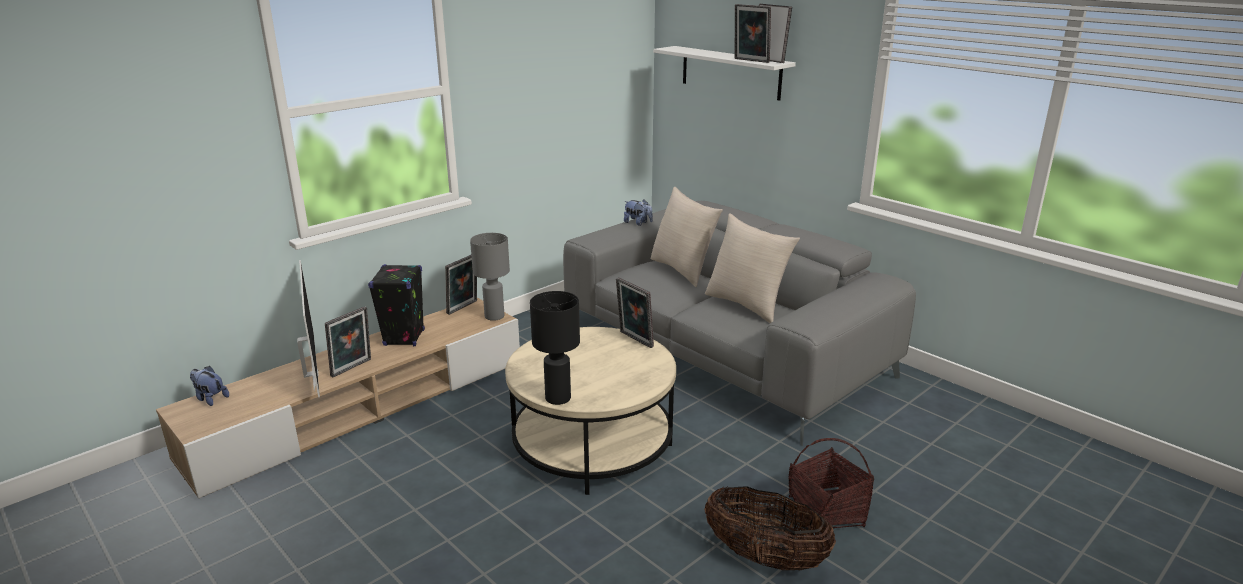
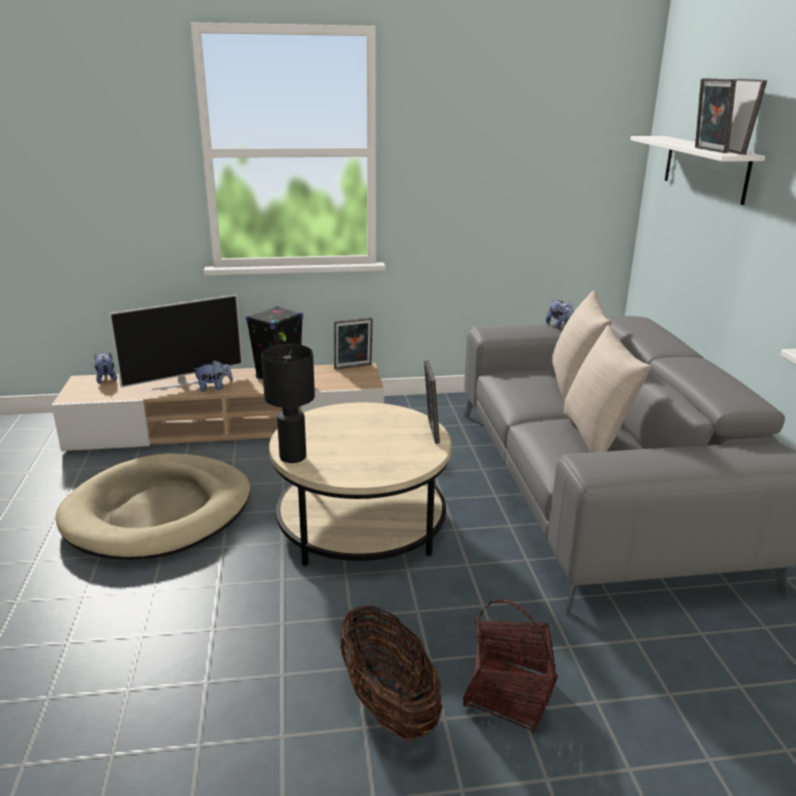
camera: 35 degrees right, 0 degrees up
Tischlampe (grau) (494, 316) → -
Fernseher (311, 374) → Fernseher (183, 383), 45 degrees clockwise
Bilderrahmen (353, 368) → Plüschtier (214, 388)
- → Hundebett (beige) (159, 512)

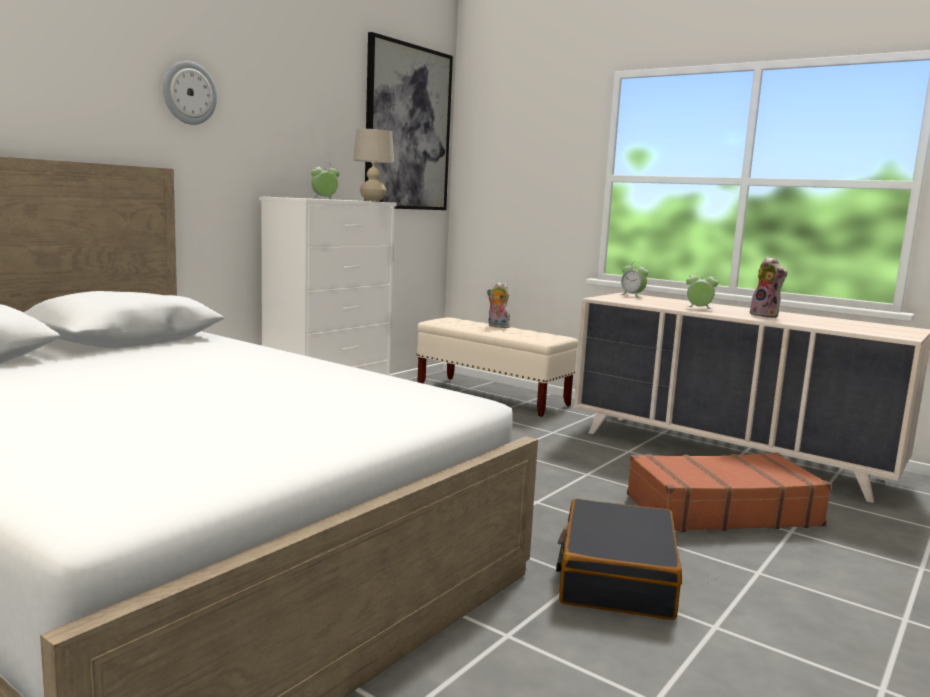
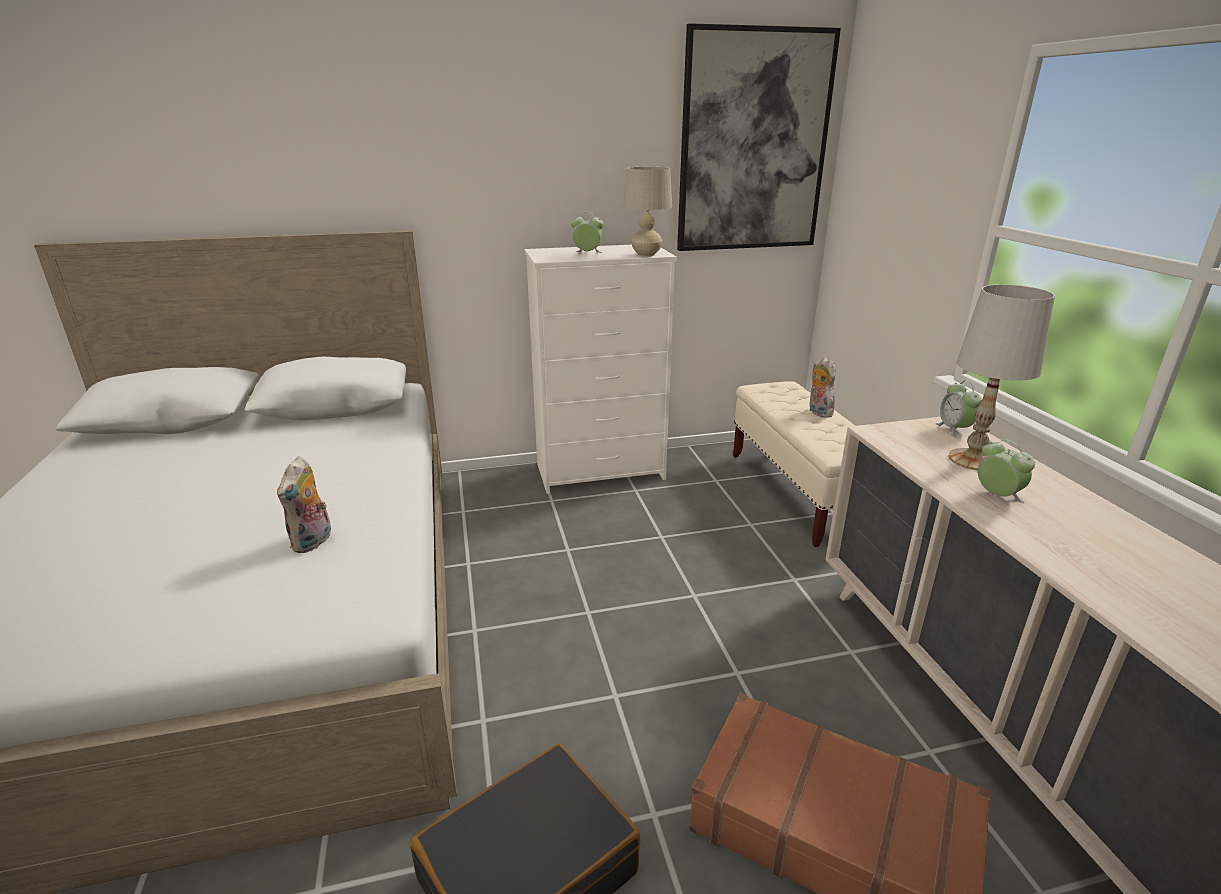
camera: 40 degrees right, 15 degrees up
Wanduhr (189, 93) → -
Plüschtier (766, 315) → Plüschtier (313, 542), moved
- → Tischlampe (weiß) (973, 459)

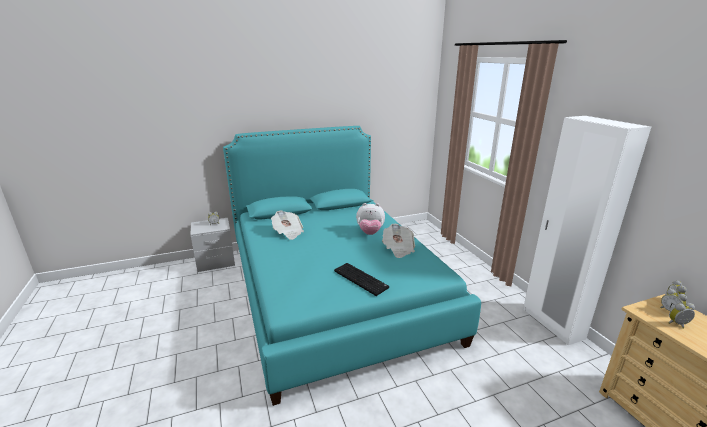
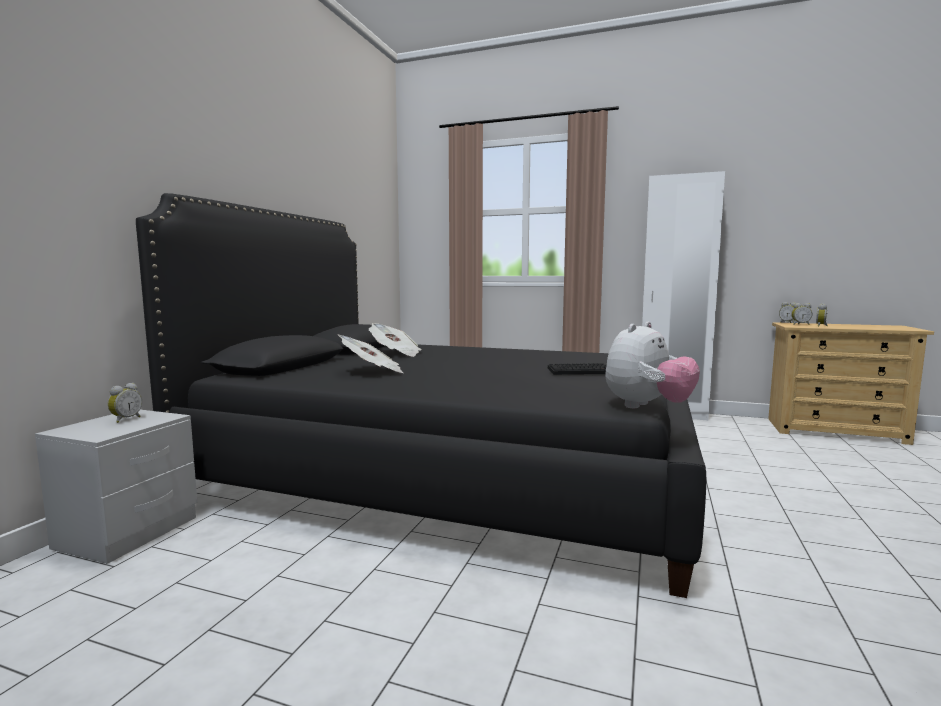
camera: 50 degrees left, 15 degrees down
Bett (türkis) (333, 290) → Bett (schwarz) (452, 471)
Plüschtier (370, 233) → Plüschtier (647, 407), moved
Zeitung (398, 249) → Zeitung (396, 354), moved

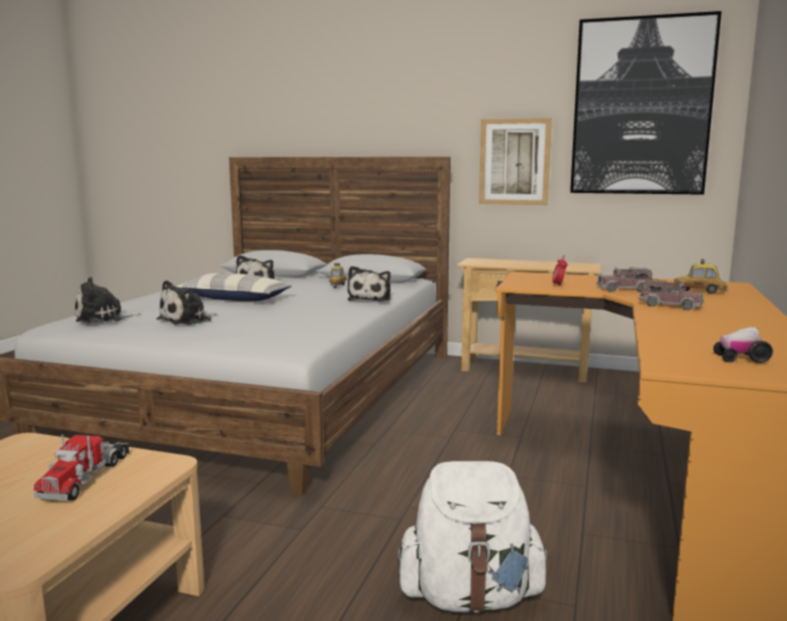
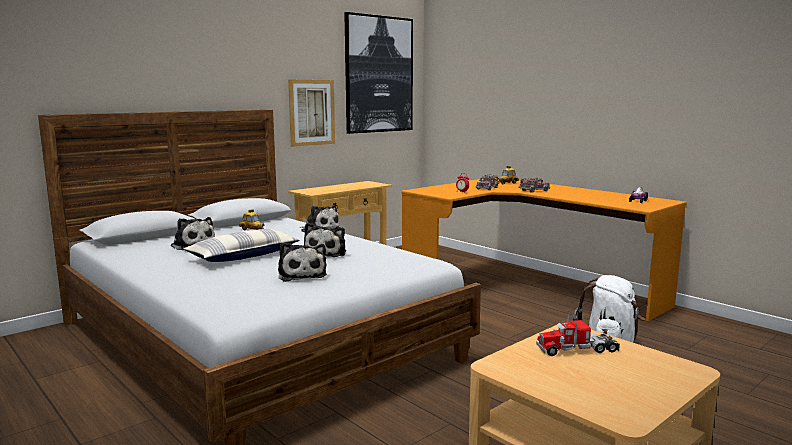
camera: 60 degrees left, 0 degrees up
Plüschtier (103, 318) → Plüschtier (326, 253), moved
Spielzeuglaster (86, 477) → Spielzeuglaster (577, 349), 135 degrees clockwise

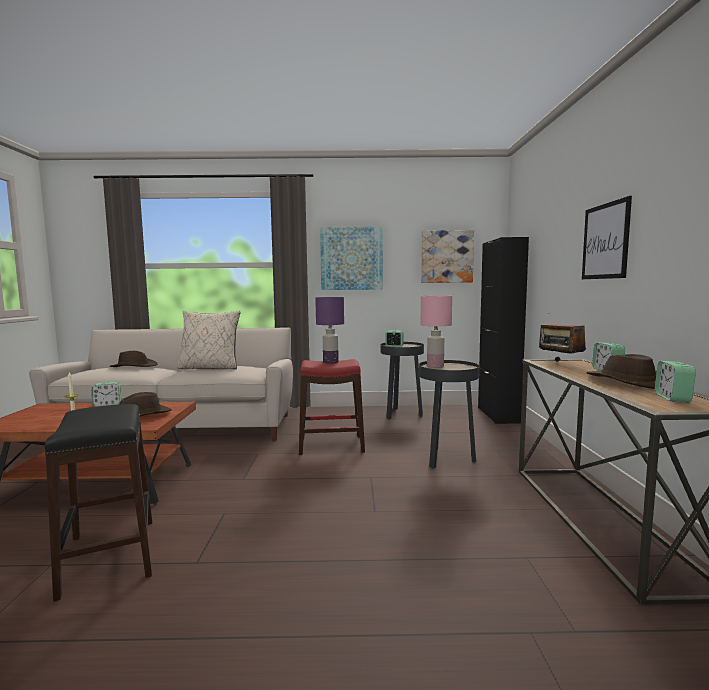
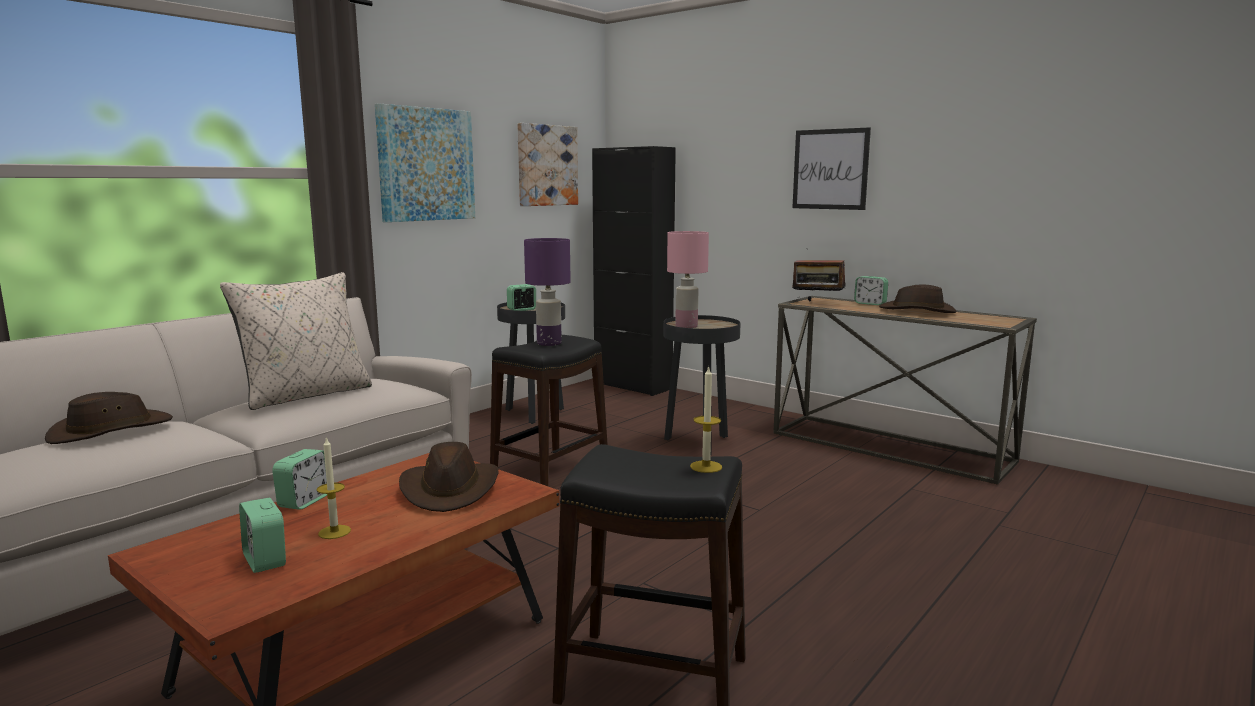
camera: 50 degrees left, 5 degrees up
Hocker (rot) (331, 445) → Hocker (schwarz) (549, 473)
Wecker (672, 398) → Wecker (265, 560), moved
- → Kerze (706, 467)

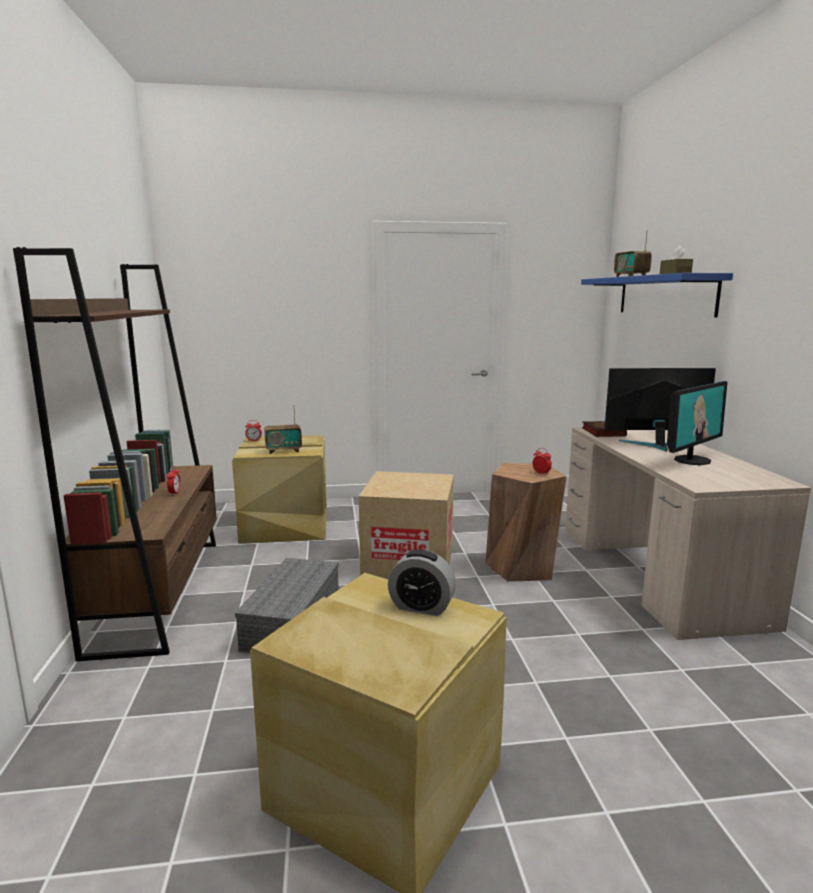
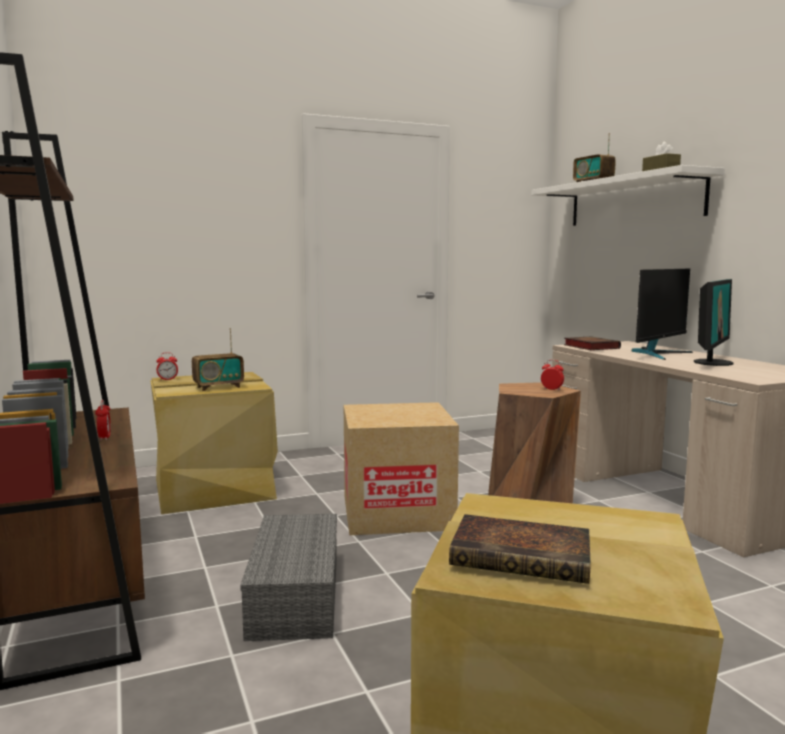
camera: 15 degrees left, 5 degrees down
Wandregal (blau) (664, 295) → Wandregal (weiß) (633, 201)
Monitor (655, 445) → Monitor (658, 354), 150 degrees clockwise
Wecker (421, 607) → -
- → Buch (525, 557)

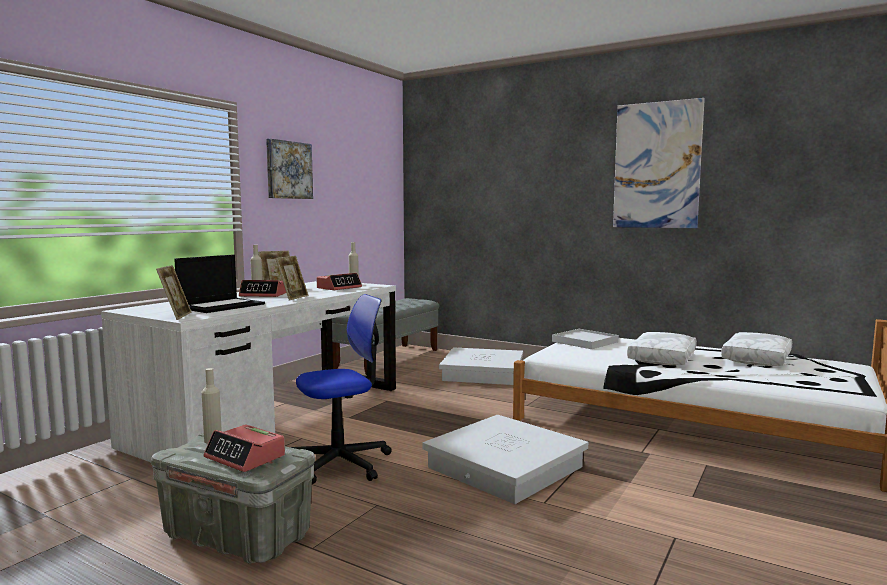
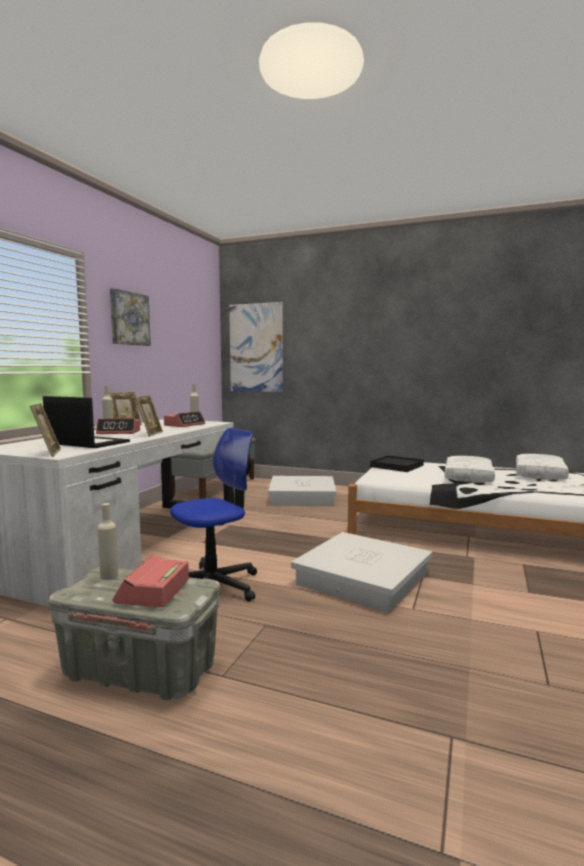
camera: 10 degrees left, 0 degrees up
Bild (656, 165) → Bild (256, 348), moved
Laptop (222, 306) → Laptop (87, 443), 90 degrees counterclockwise
Tablett (weiß) (585, 342) → Tablett (schwarz) (397, 466)
Wecker (245, 457) → Wecker (153, 591), 75 degrees clockwise

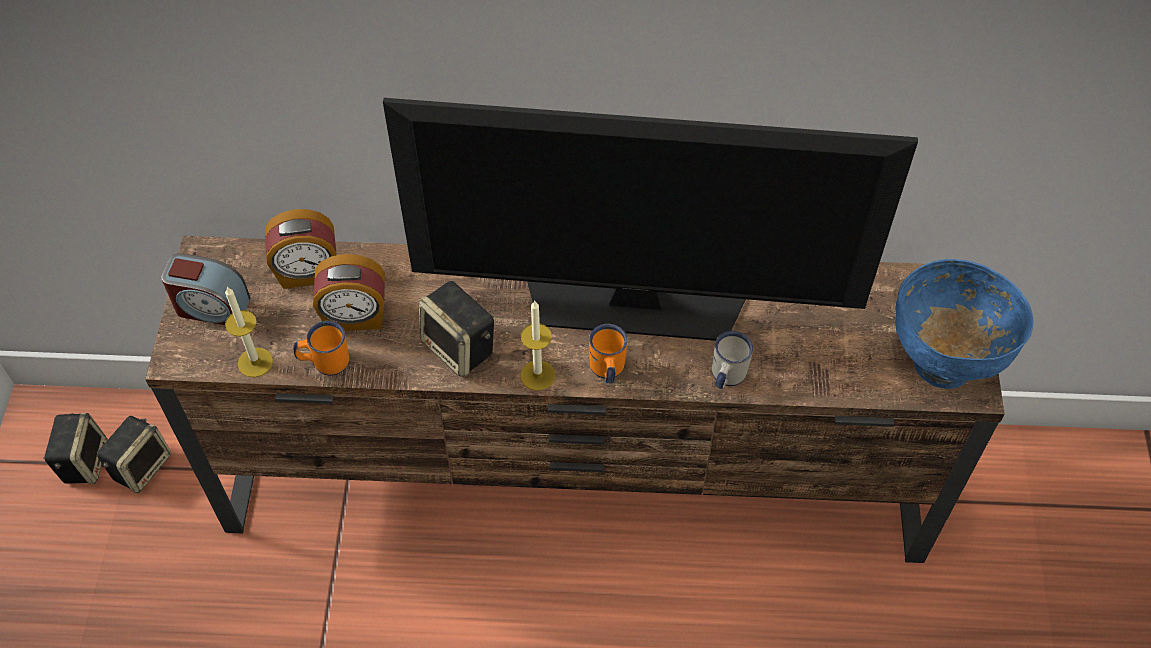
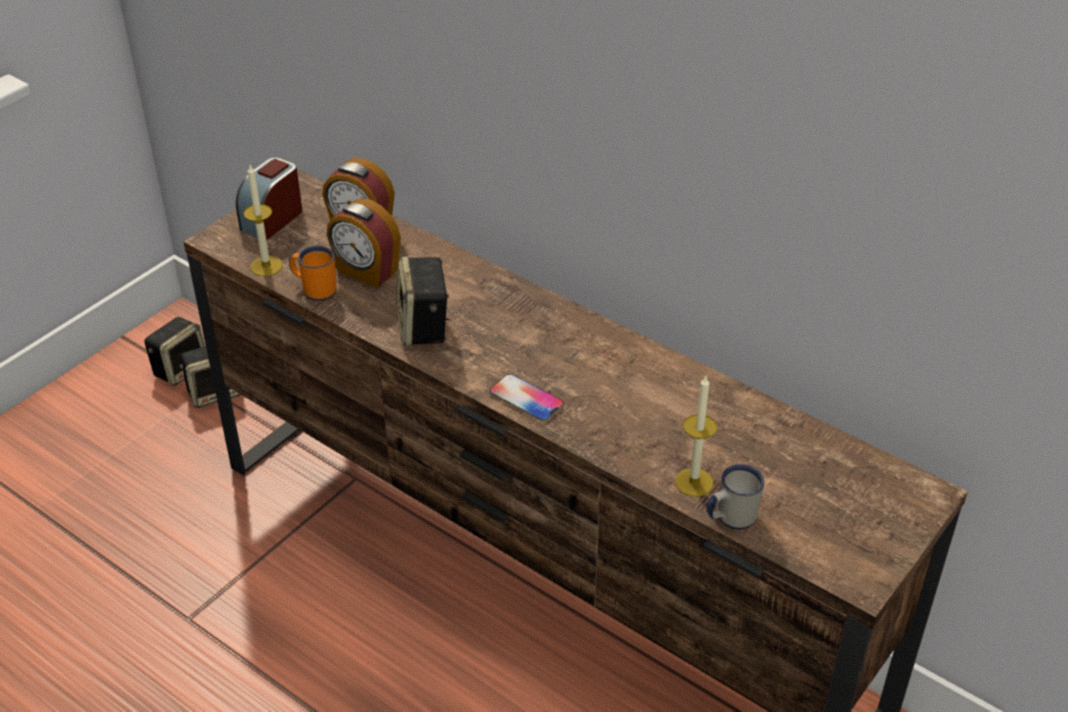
camera: 35 degrees right, 15 degrees down
Fernseher (635, 300) → -
Wecker (212, 307) → Wecker (272, 219), 75 degrees clockwise
Schüssel (blau) (943, 361) → -
Kerze (537, 375) → Kerze (694, 482), moved
Henkelbecher (orange) (607, 371) → Handy (526, 399)
Henkelbecher (weiß) (725, 377) → Henkelbecher (weiß) (730, 518), moved

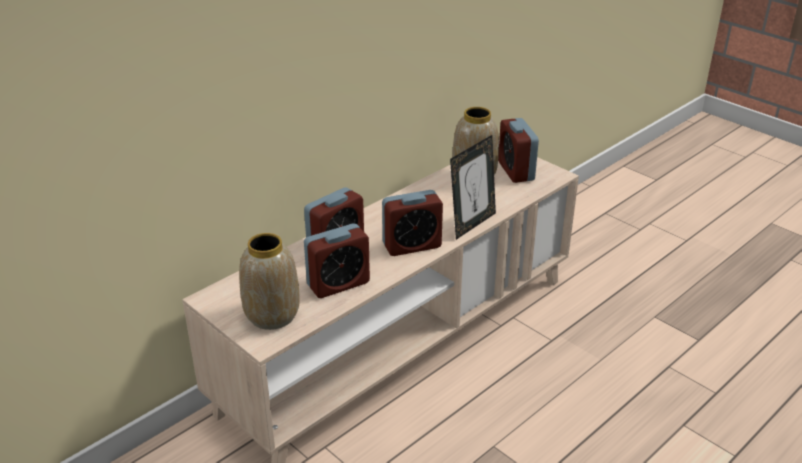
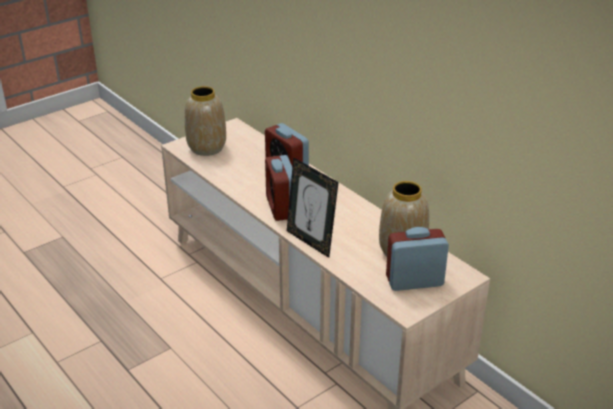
camera: 95 degrees right, 0 degrees up
Wecker (338, 284) → -

